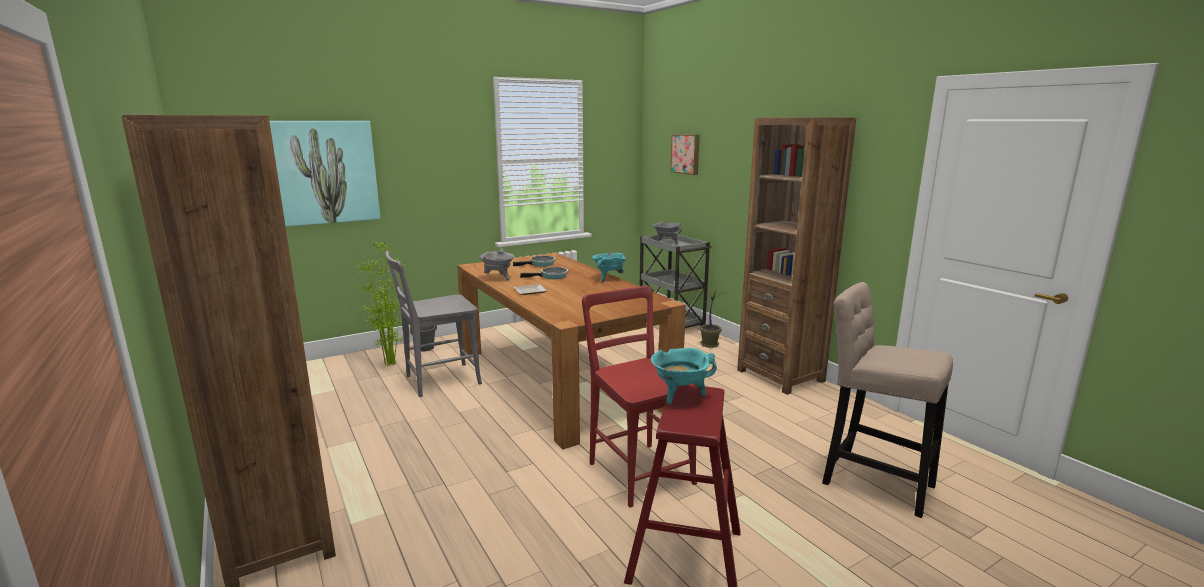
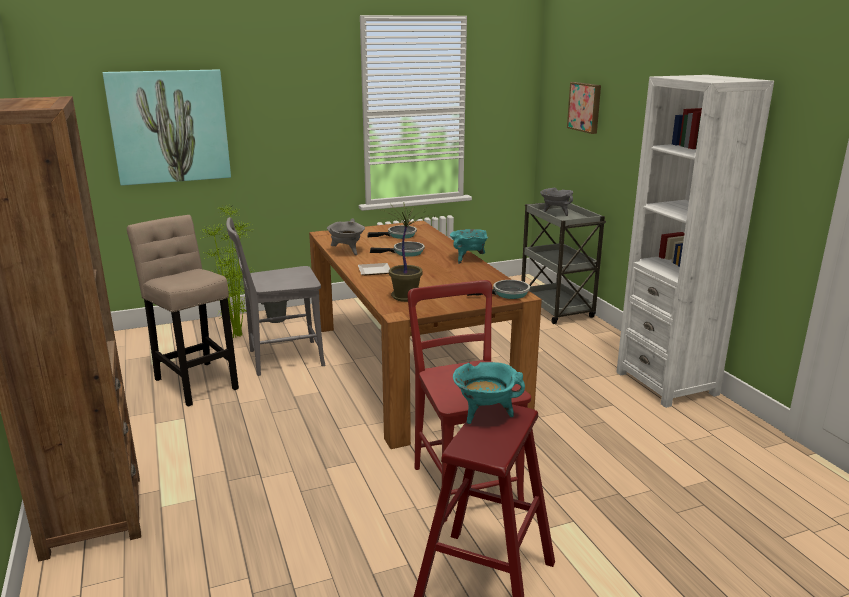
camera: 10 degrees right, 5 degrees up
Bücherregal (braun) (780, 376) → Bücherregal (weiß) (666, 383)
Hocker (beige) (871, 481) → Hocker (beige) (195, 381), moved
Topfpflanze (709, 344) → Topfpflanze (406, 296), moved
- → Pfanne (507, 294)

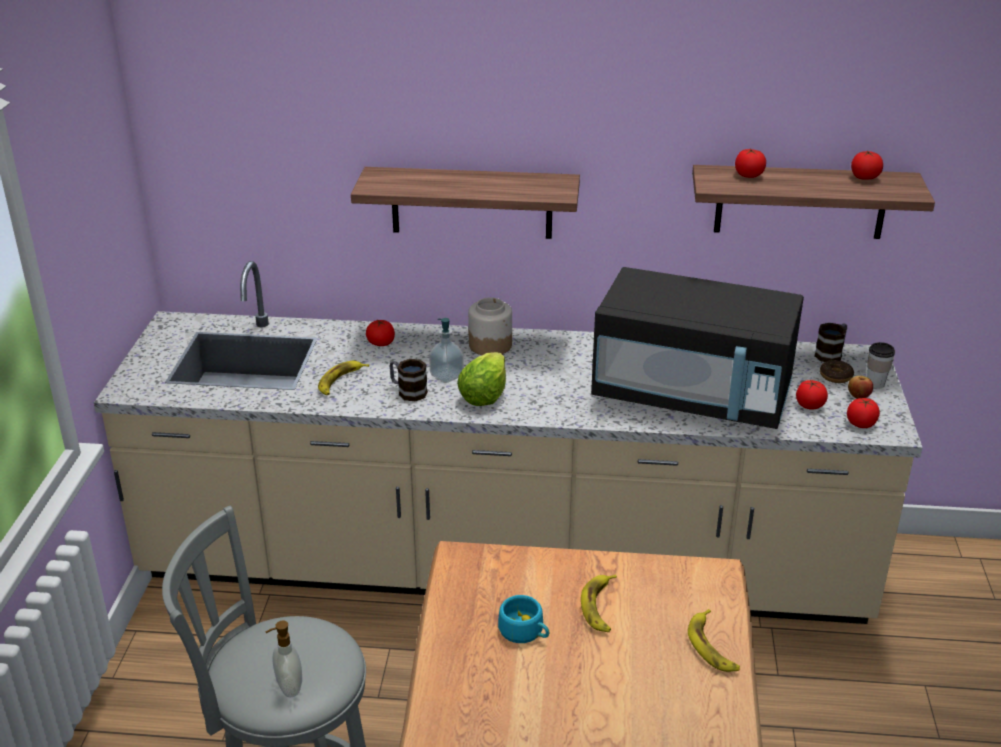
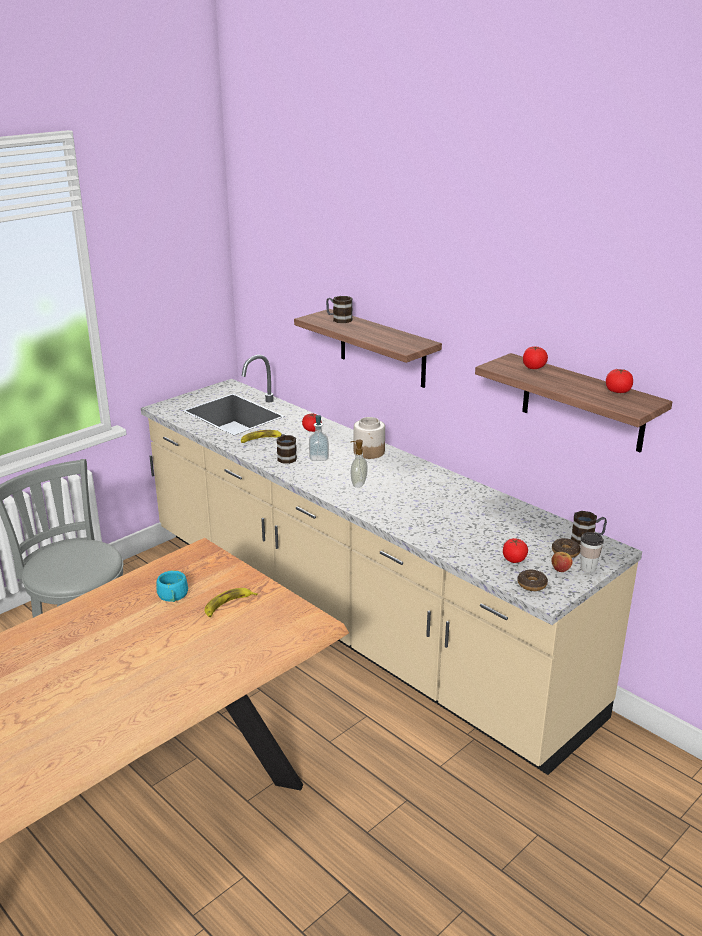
camera: 40 degrees right, 5 degrees down
Mikrowelle (schwarz) (692, 395) → -
Salatkopf (484, 396) → -
Tomate (861, 424) → Donut (532, 584)
Banane (712, 646) → -
Seifenspender (288, 687) → Seifenspender (358, 484), moved
- → Henkelbecher (339, 319)

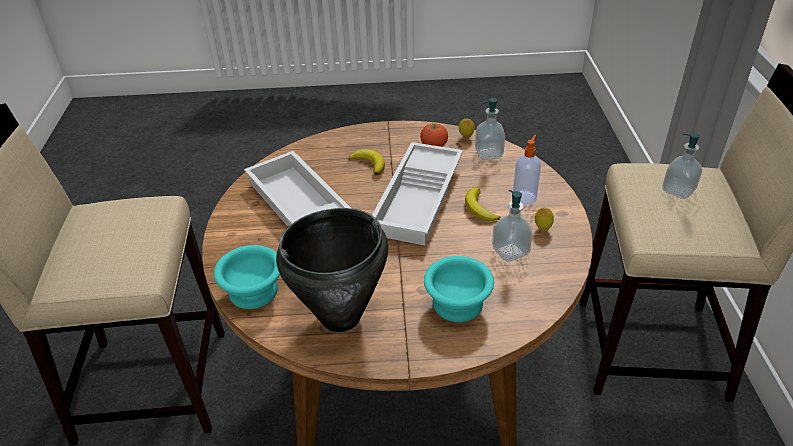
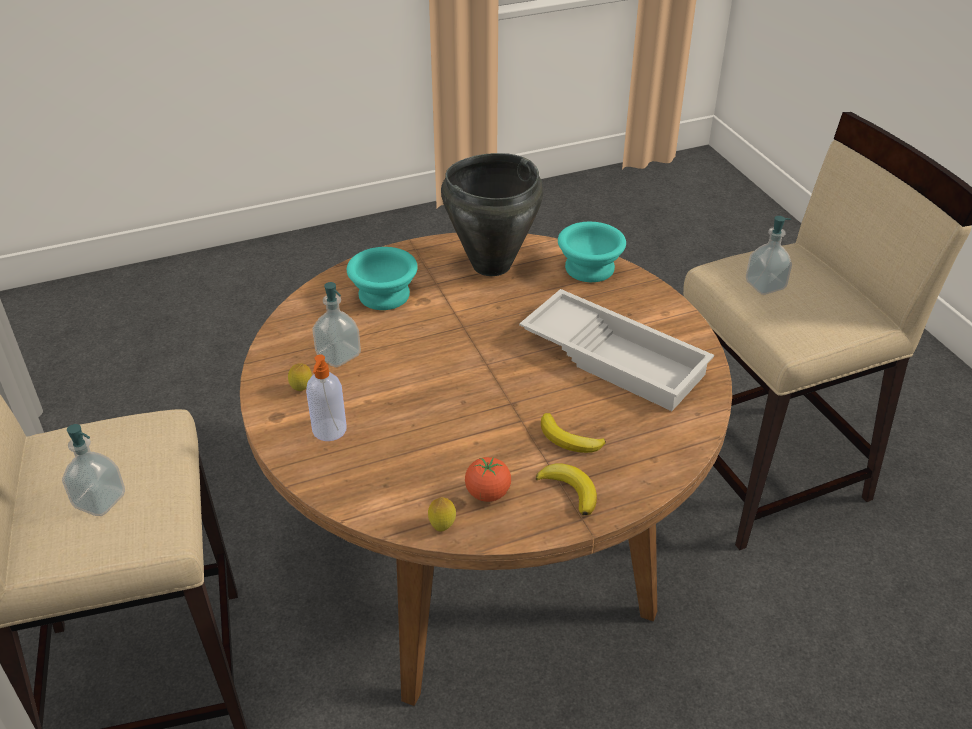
camera: 160 degrees right, 0 degrees up
Seifenspender (488, 153) → Seifenspender (765, 285), moved
Tablett (weiß) (420, 199) → -
Banane (479, 208) → Banane (570, 490), moved

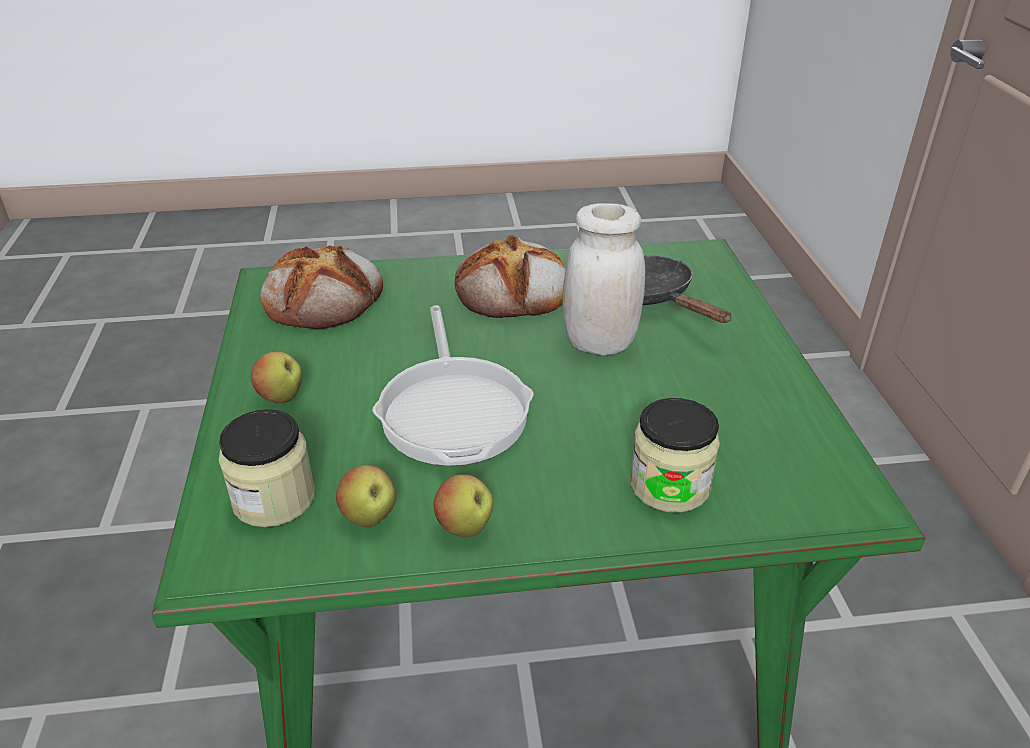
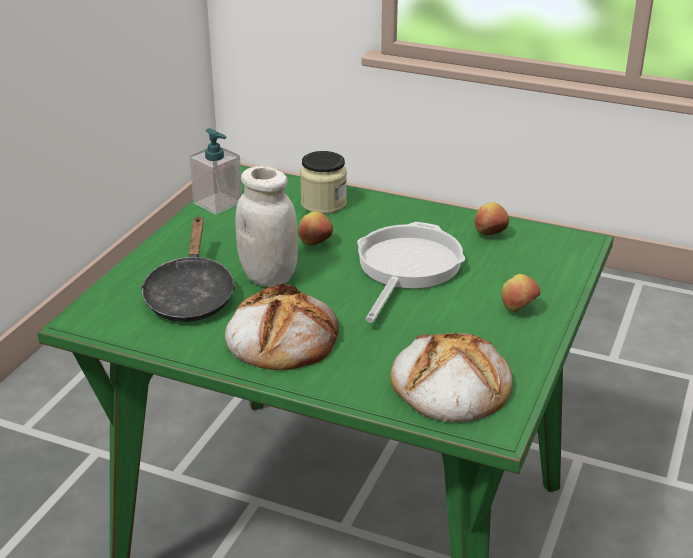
camera: 150 degrees left, 5 degrees down
Vorratsglas (274, 499) → -
Apfel (465, 527) → Apfel (315, 244), moved
- → Seifenspender (218, 203)

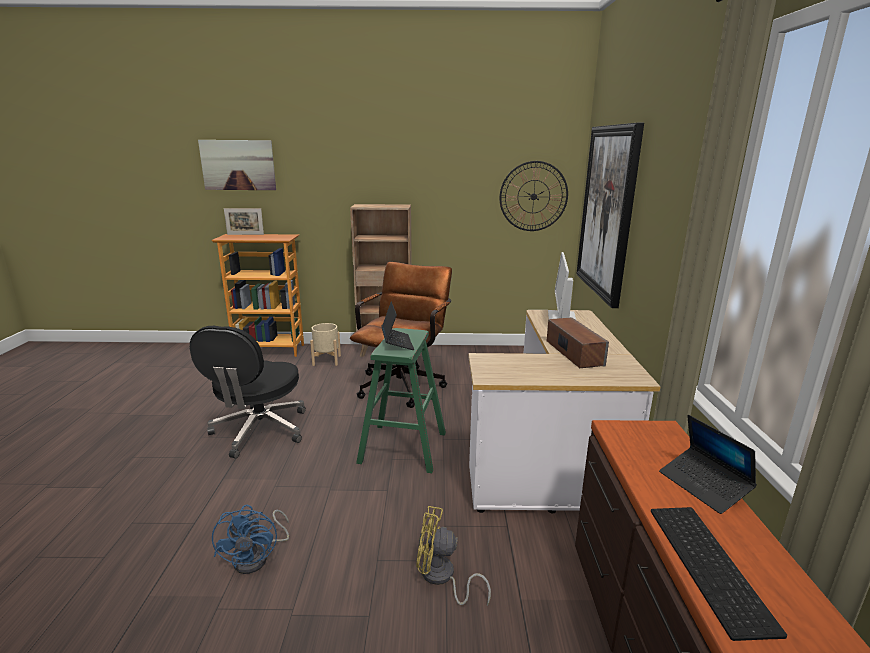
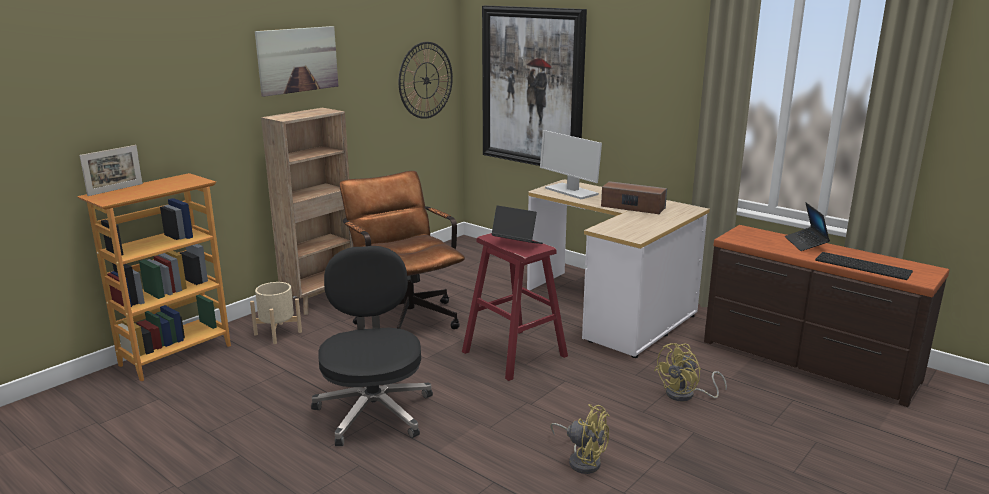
camera: 50 degrees left, 0 degrees up
Bild (238, 165) → Bild (297, 60), moved
Bürostuhl (schwarz) (259, 431) → Bürostuhl (schwarz) (374, 411), 150 degrees counterclockwise
Hocker (grün) (403, 447) → Hocker (rot) (514, 354)
Laptop (703, 485) → Laptop (806, 243), 75 degrees clockwise
Ventilator (blau) (258, 557) → Ventilator (gelb) (582, 460)

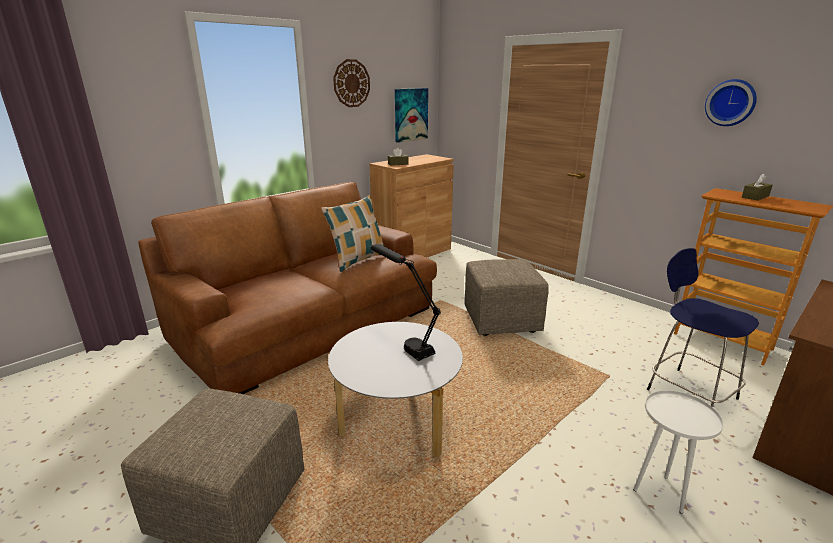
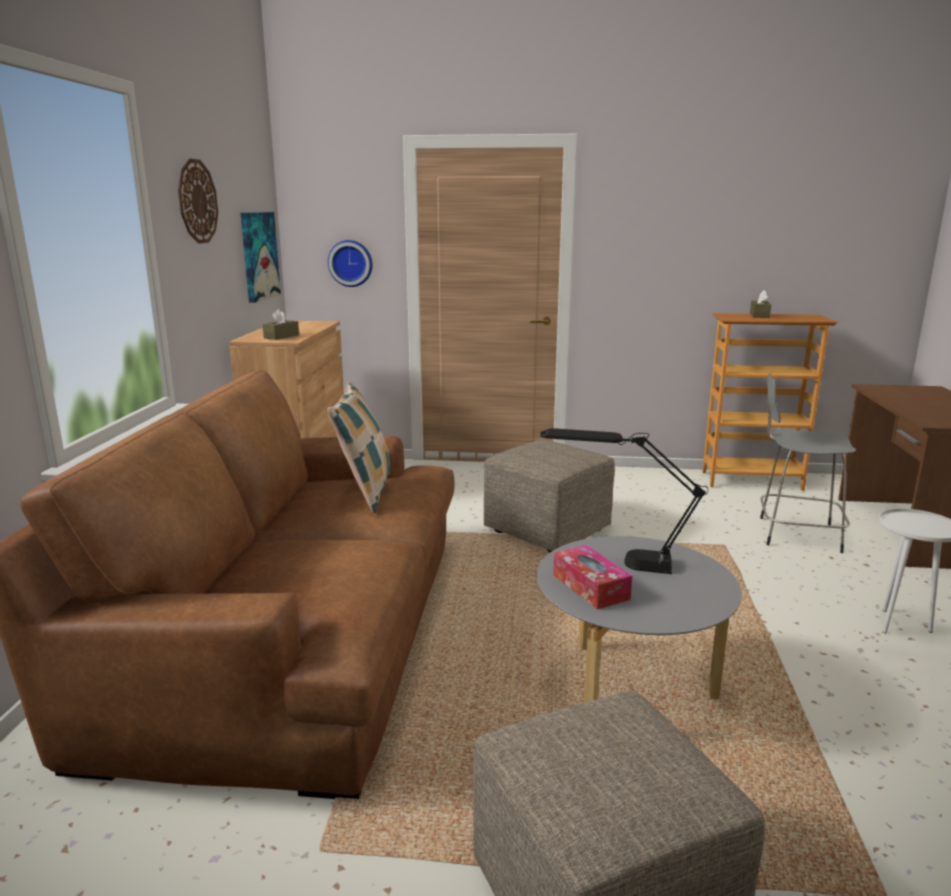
camera: 40 degrees left, 5 degrees down
Wanduhr (731, 102) → Wanduhr (351, 263), moved
Hocker (blau) (688, 392) → Hocker (grau) (795, 534)
- → Taschentuchbox (590, 587)

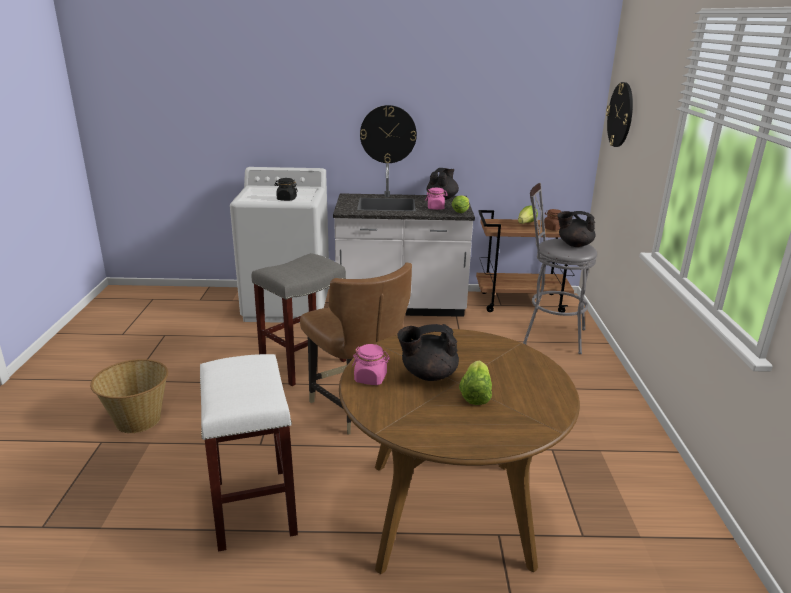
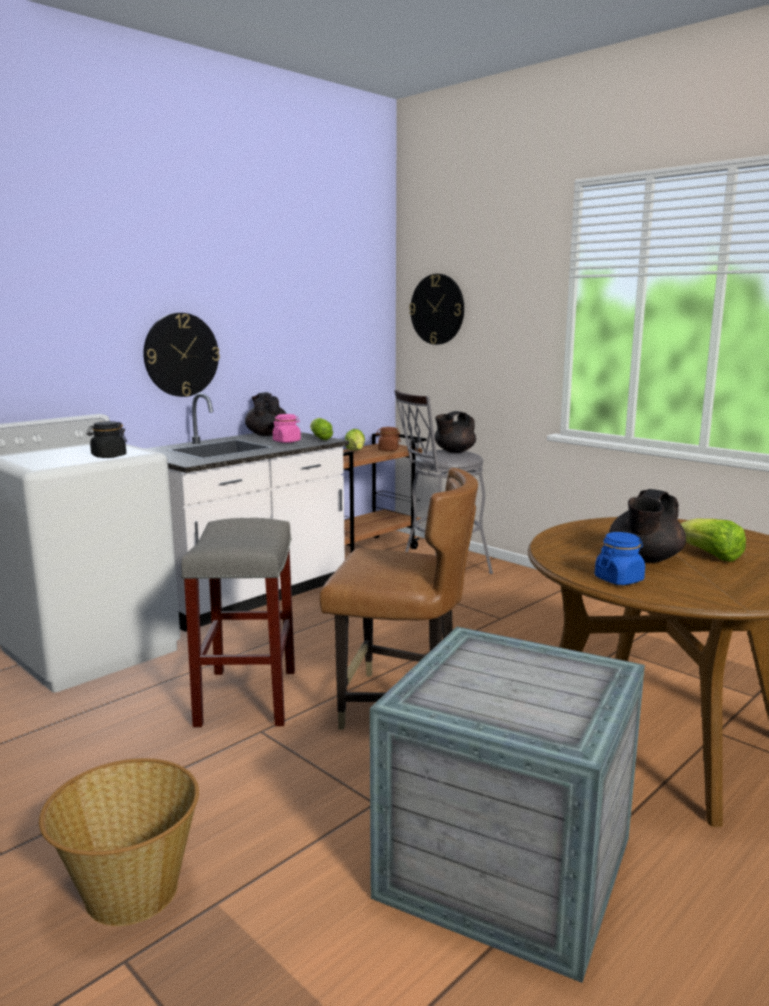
camera: 45 degrees left, 10 degrees down
Vorratsglas (rosa) (370, 378) → Vorratsglas (blau) (619, 579)
Hocker (weiß) (253, 506) → Kiste (503, 865)

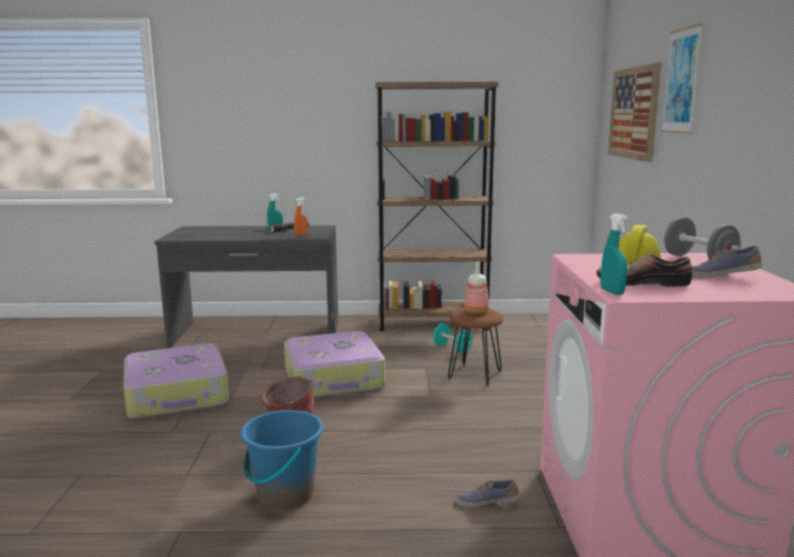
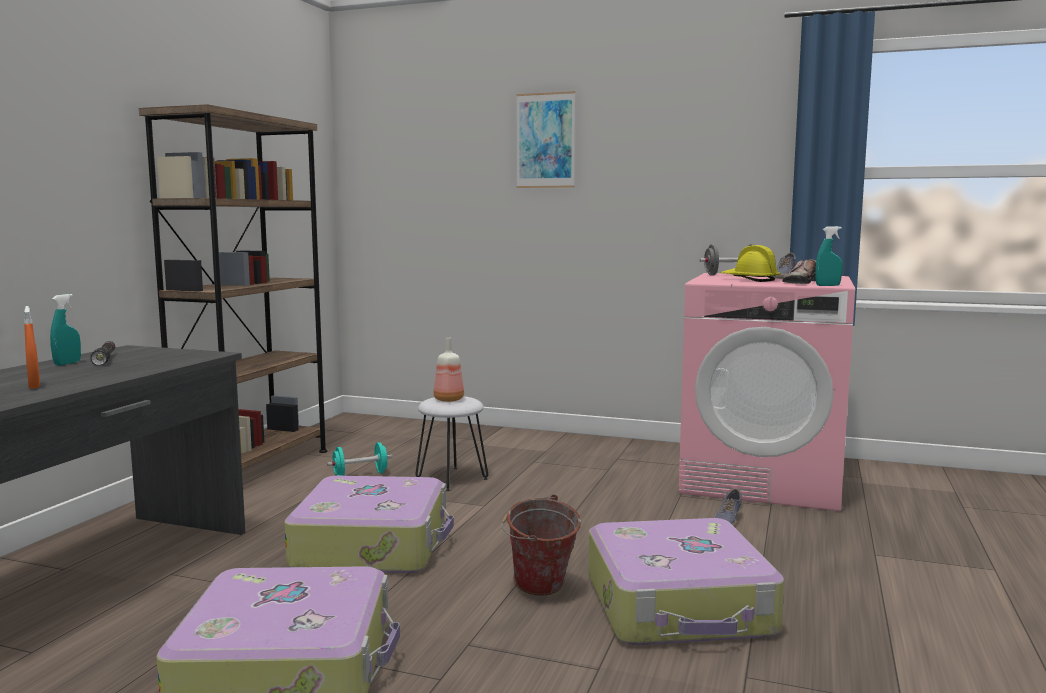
camera: 70 degrees left, 5 degrees down
Bild (633, 113) → -
Sprühflasche (orange) (301, 235) → Sprühflasche (orange) (34, 386), moved
Hocker (braun) (475, 375) → Hocker (weiß) (452, 478)
Eimer (blau) (285, 495) → Koffer (680, 606)

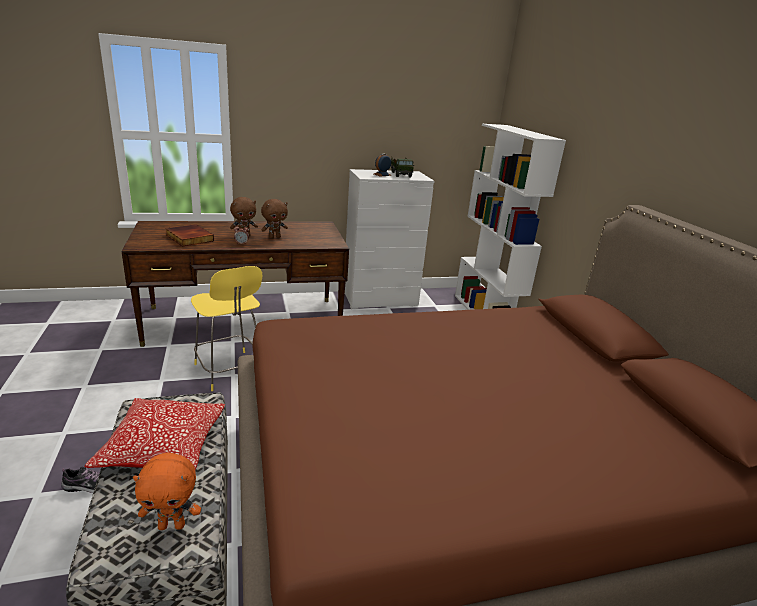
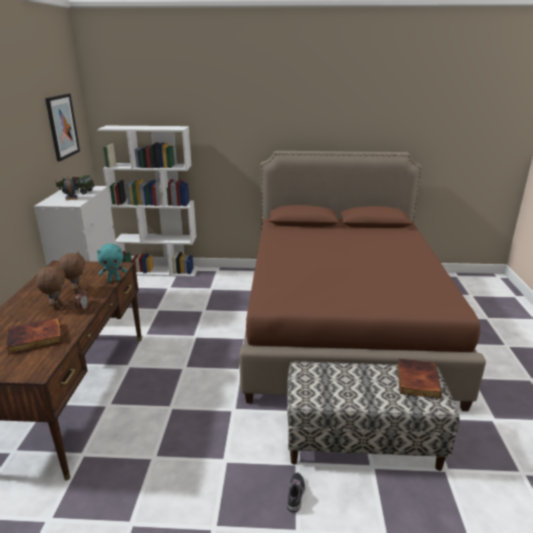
camera: 70 degrees left, 0 degrees up
Hocker (gelb) (230, 371) → -
Kissen (163, 447) → -
Plüschtier (orange) (172, 525) → Buch (416, 380)
- → Bild (62, 126)
- → Plüschtier (türkis) (114, 280)

